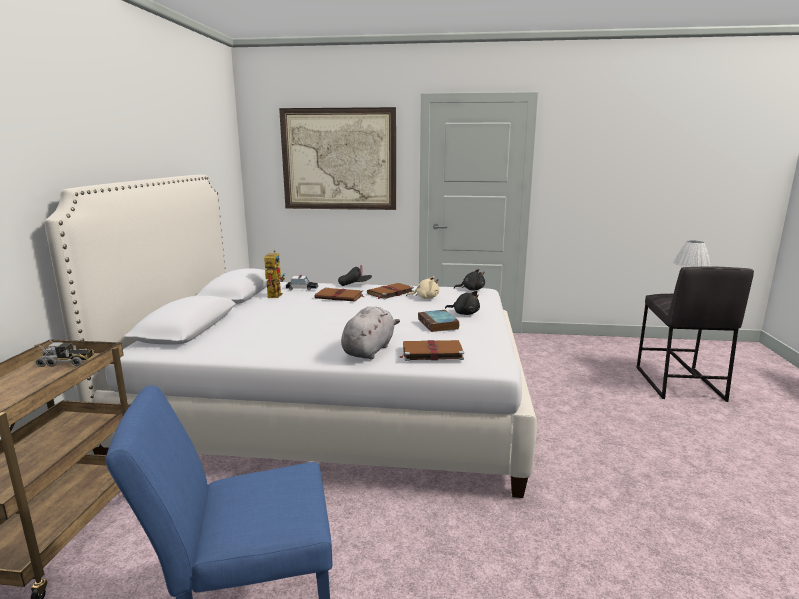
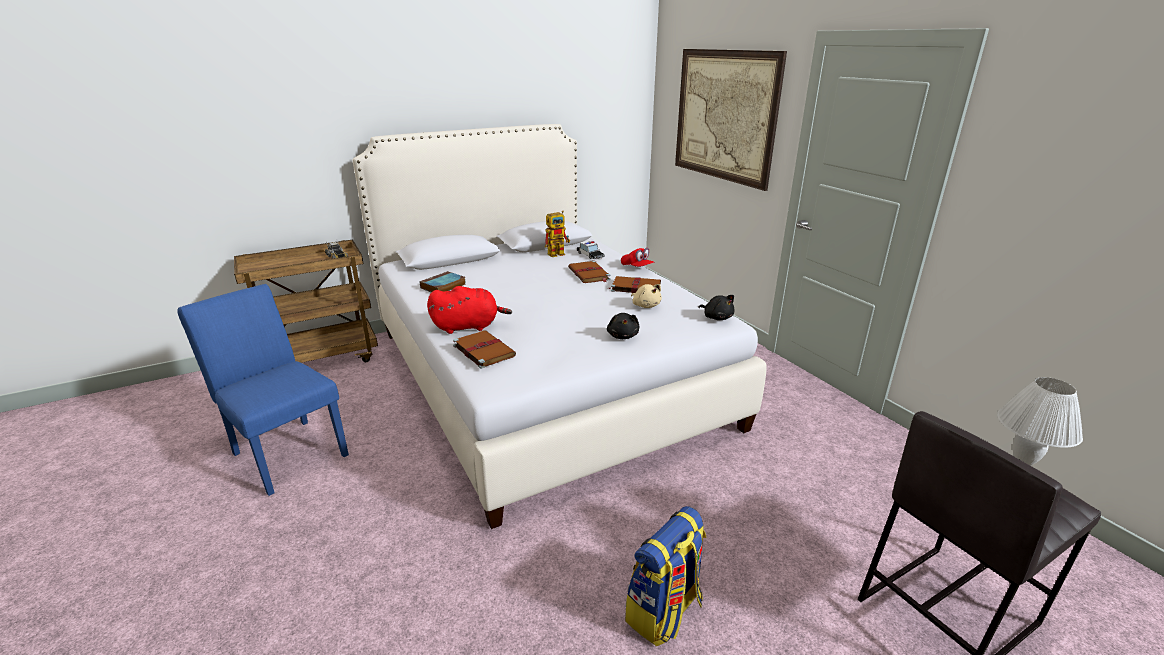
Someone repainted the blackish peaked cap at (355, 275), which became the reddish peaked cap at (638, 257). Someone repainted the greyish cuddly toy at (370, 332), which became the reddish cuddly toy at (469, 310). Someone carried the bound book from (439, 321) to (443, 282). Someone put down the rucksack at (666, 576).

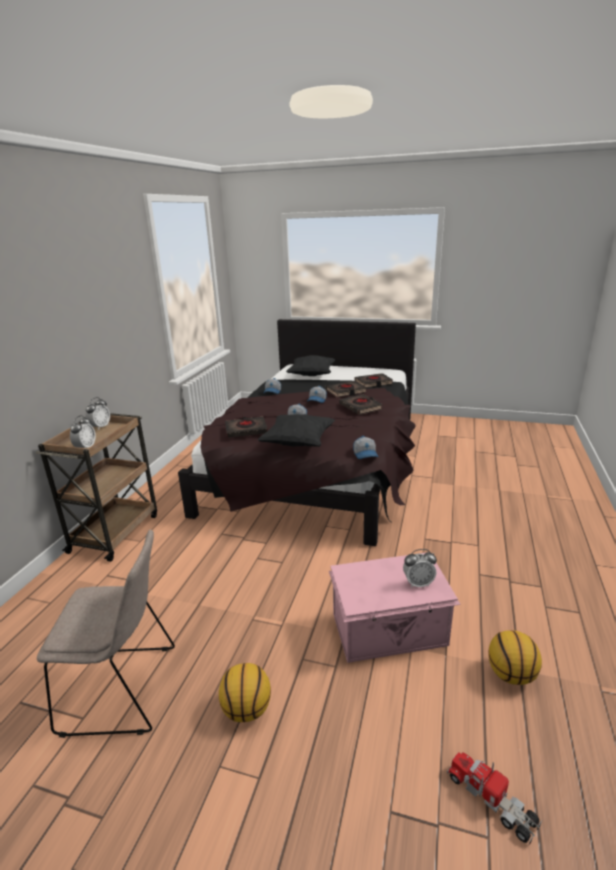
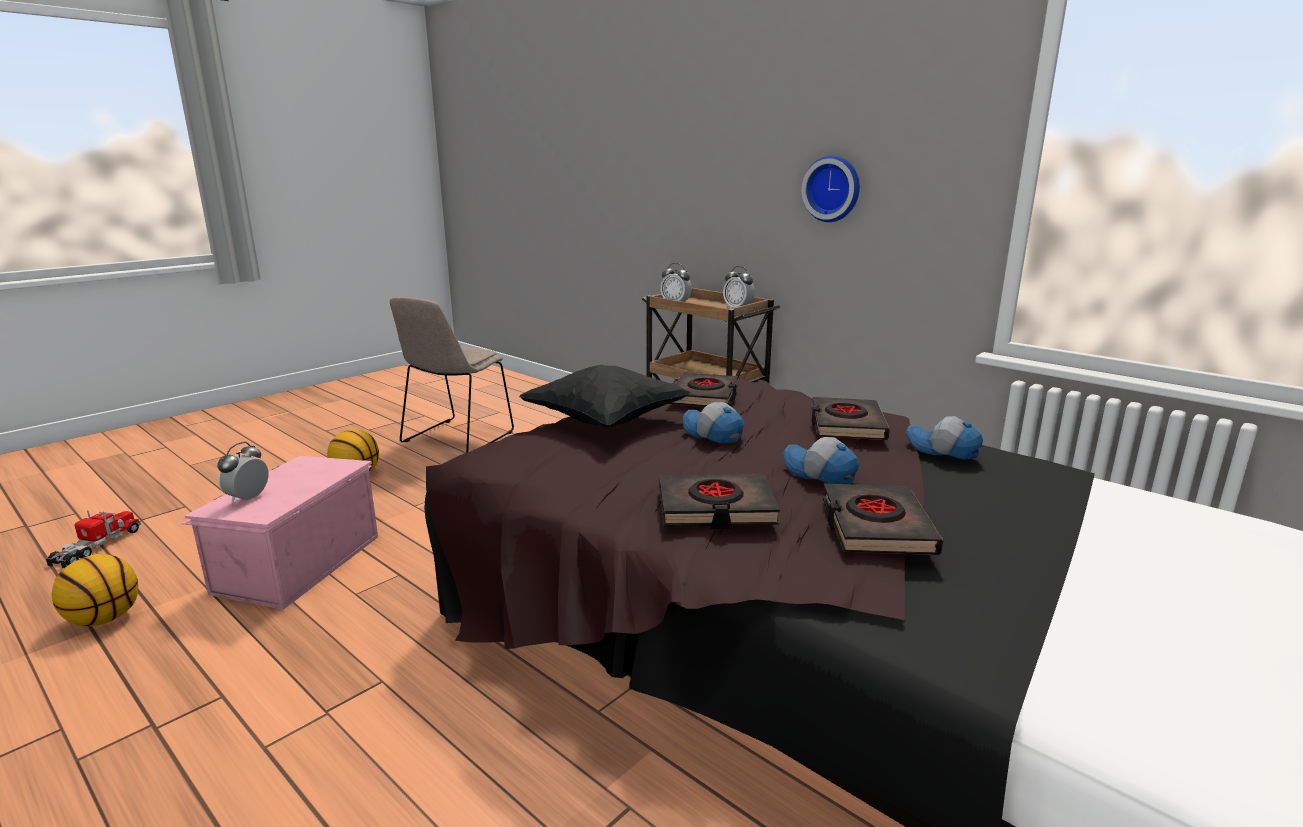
Someone took away the blackish cushion at (311, 365). Someone took away the peaked cap at (365, 447). Someone carried the blackish bound book from (374, 380) to (851, 418). Someone rotated the toy truck at (494, 799) by 60 degrees counterclockwise. Someone put up the wall clock at (831, 188).

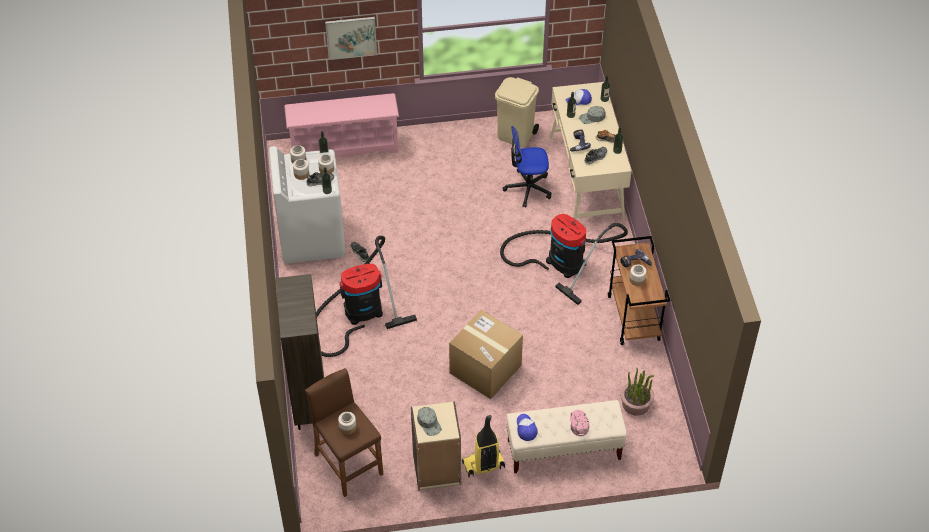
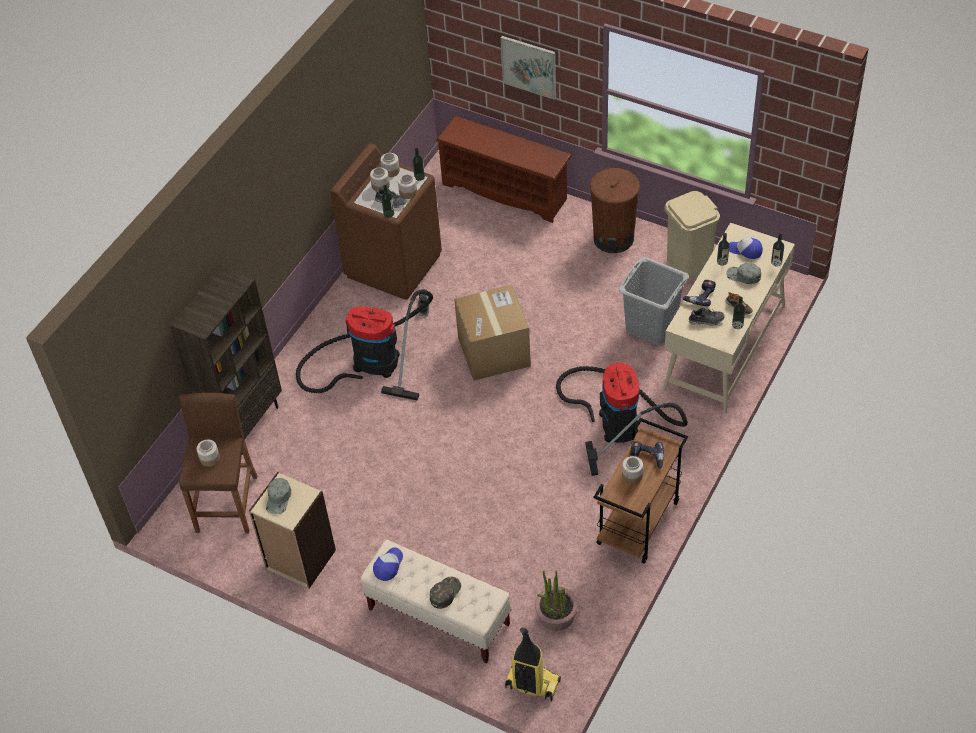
Someone repainted the white laundry machine at (307, 205), which became the brownish laundry machine at (386, 221). Someone repainted the pink shoe stand at (341, 125), which became the brownish shoe stand at (504, 169). Someone carried the cardboard box from (486, 354) to (492, 333). Someone carried the vacuum from (483, 446) to (533, 664). Someone swapped the office chair at (527, 166) for the greyish laundry basket at (653, 301). Someone repainted the pink peaked cap at (579, 423), which became the greenish peaked cap at (445, 593). Someone put down the brownish trash can at (615, 210).

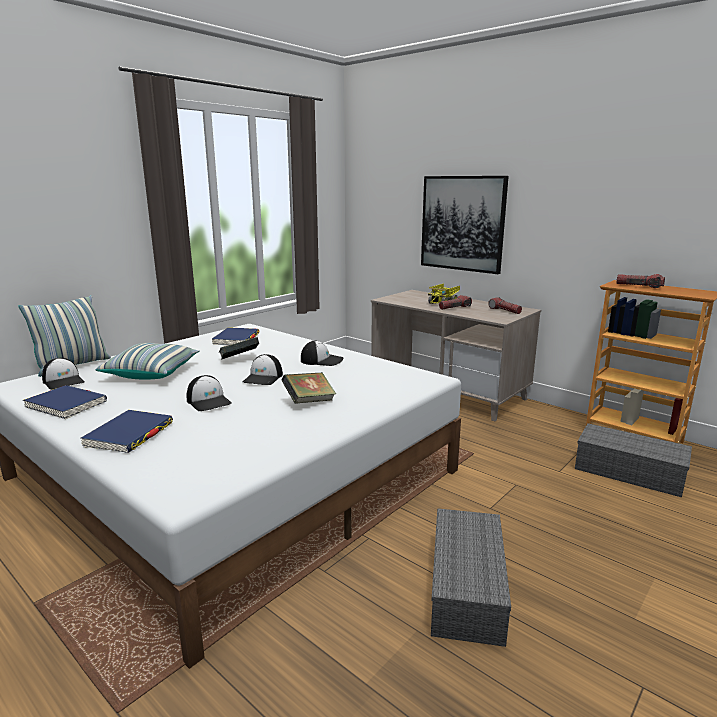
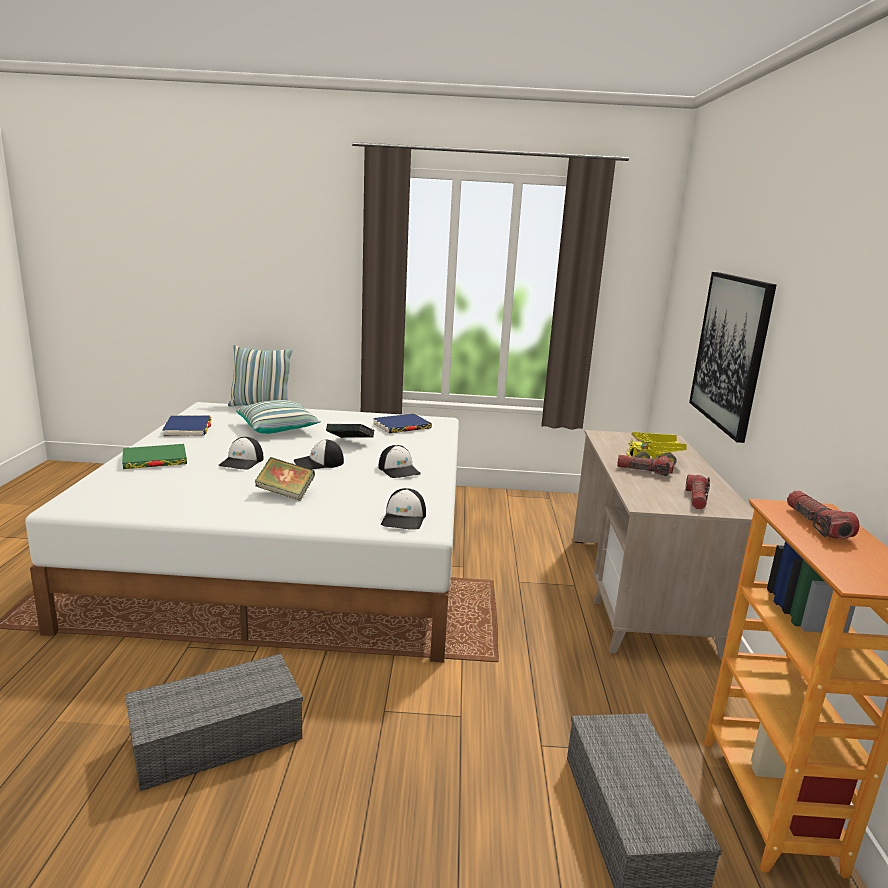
Someone carried the peaked cap from (63, 374) to (403, 509). Someone repainted the bluish bound book at (126, 431), which became the greenish bound book at (154, 456).

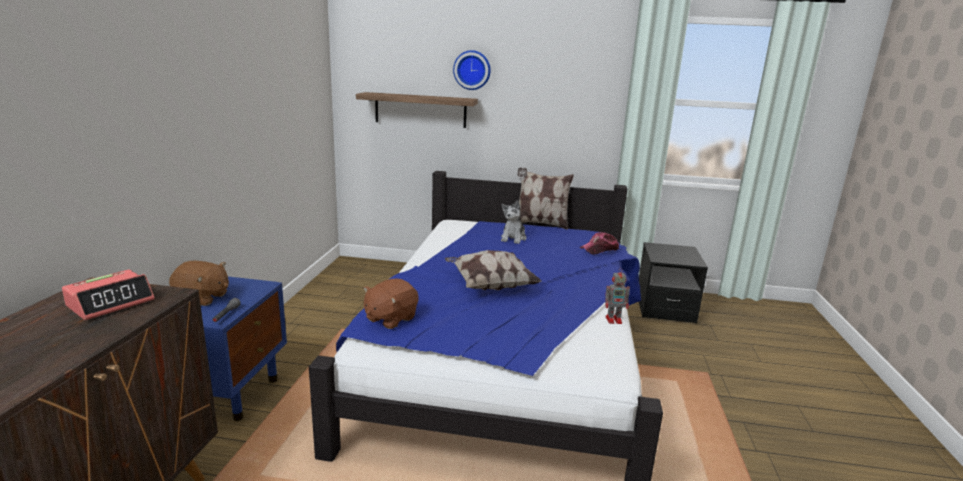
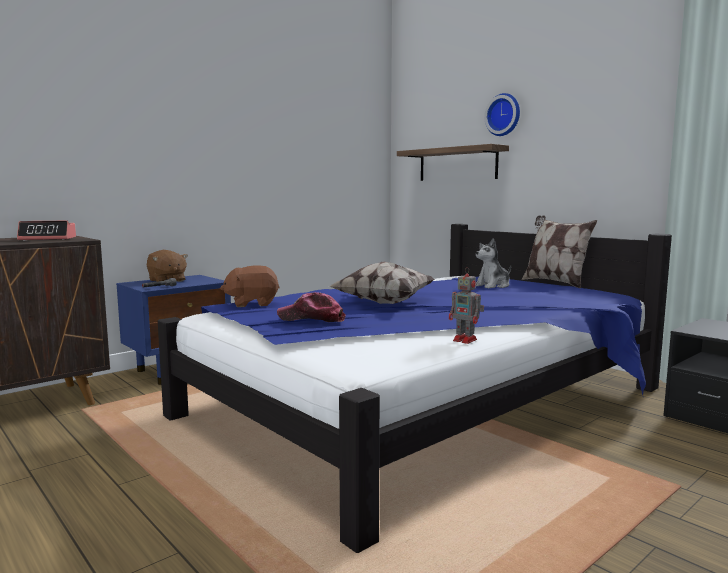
Someone carried the peaked cap from (599, 243) to (311, 307).

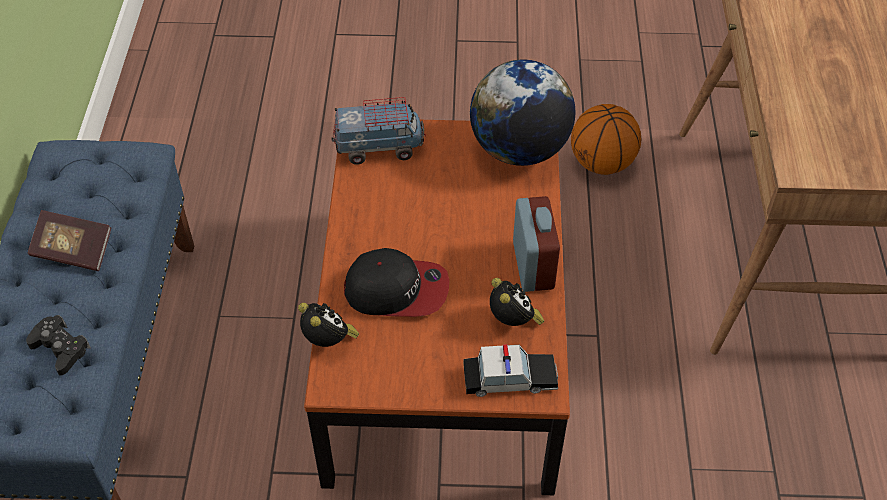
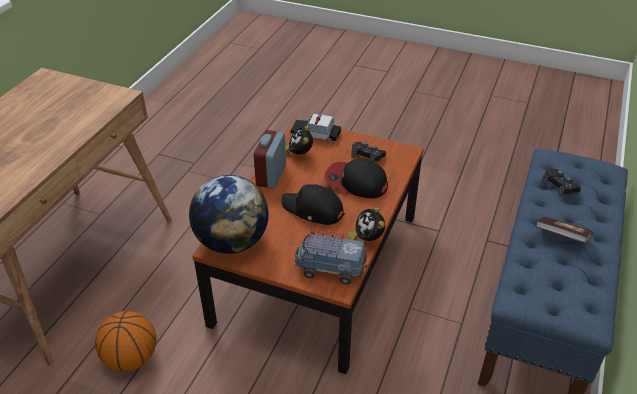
Someone carried the table clock from (328, 325) to (366, 224). Someone put down the blackish peaked cap at (313, 204). Someone put down the blackish game controller at (368, 152).

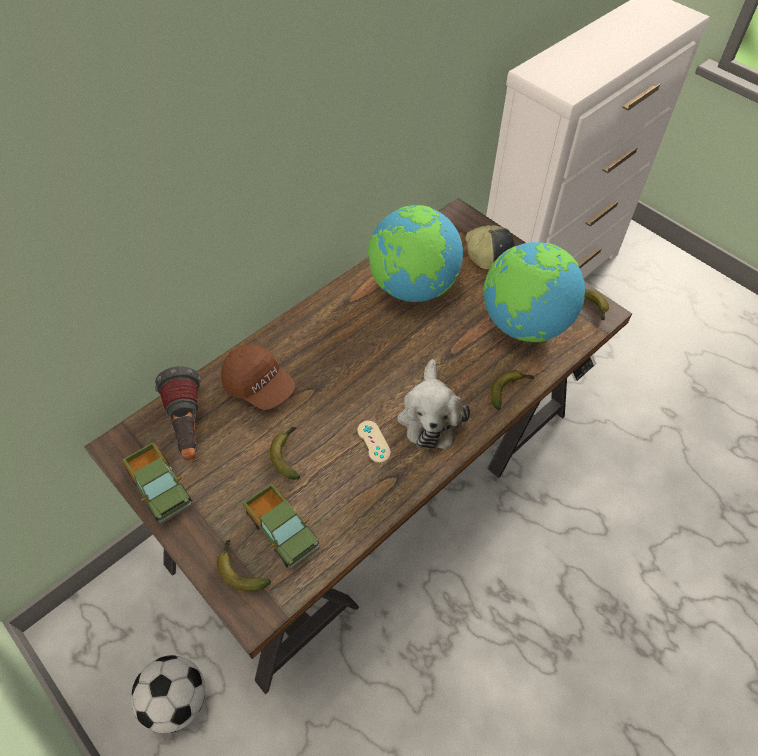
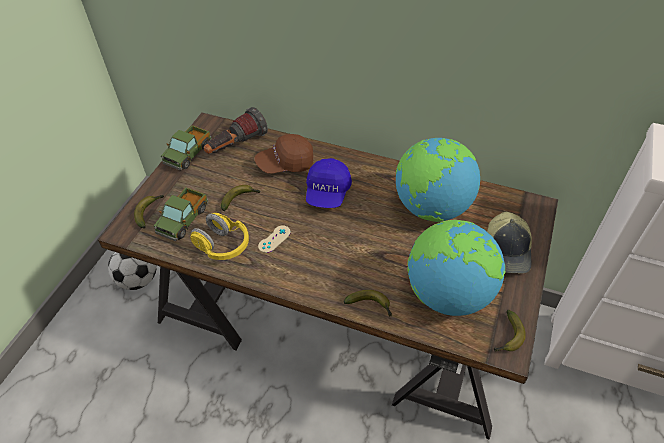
Someone rotated the brownish peaked cap at (258, 377) by 60 degrees clockwise. Someone took away the cuddly toy at (433, 404). Someone put down the yellowish headphones at (219, 236). Someone put down the bluish peaked cap at (329, 183).

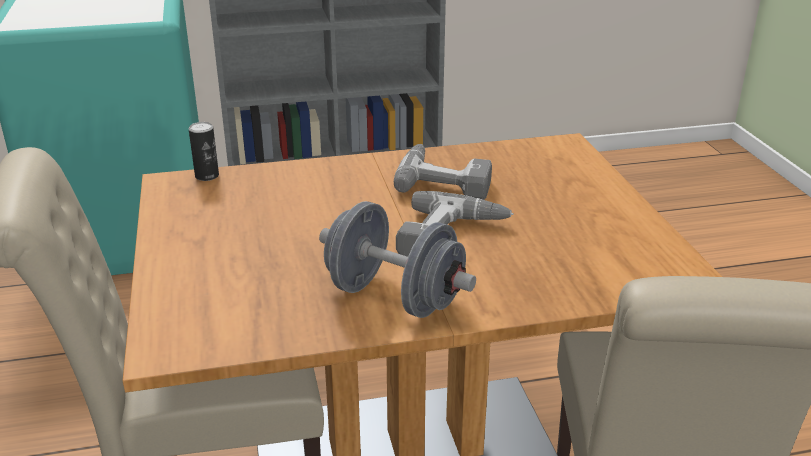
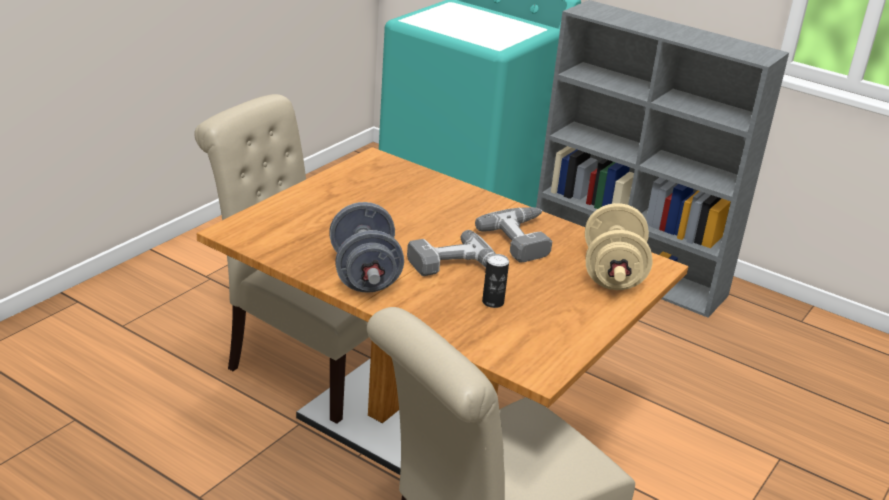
Someone carried the metal can from (204, 151) to (495, 281). Someone put down the sand-coloured dumbbell at (618, 246).

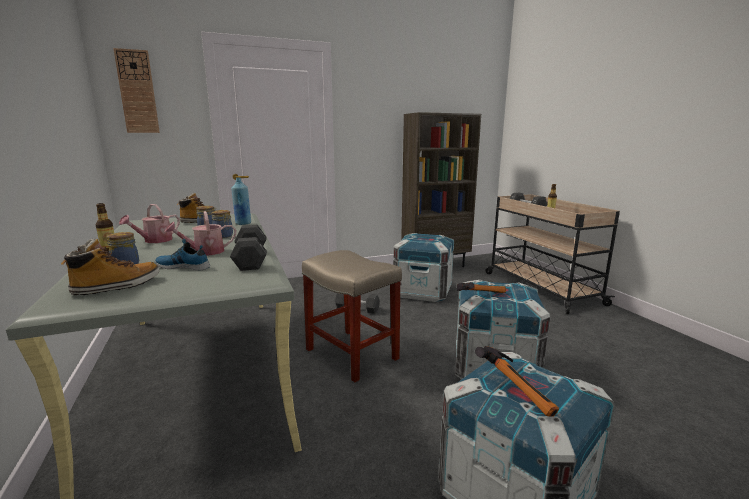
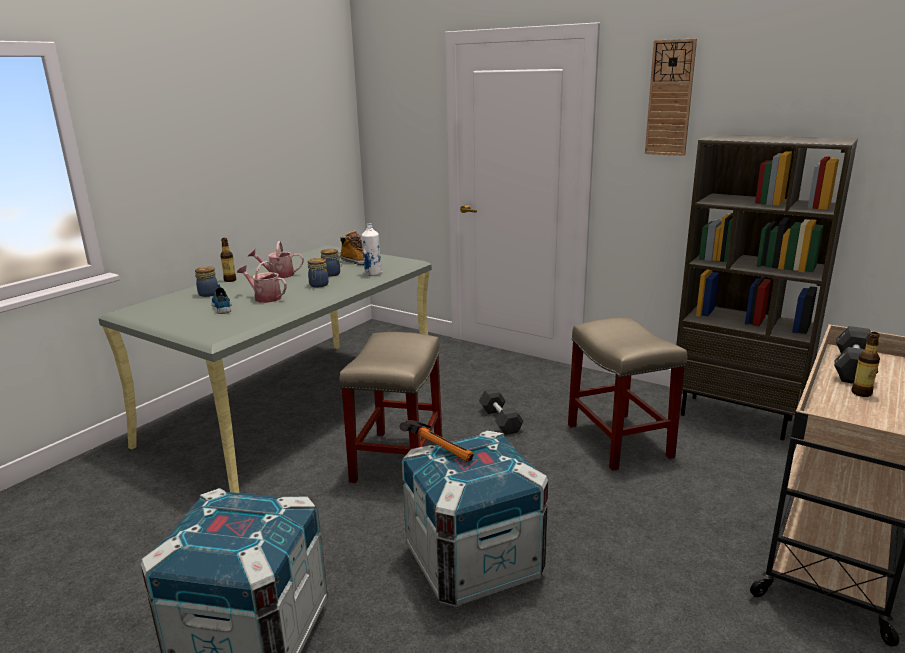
Someone took away the high-top boot at (110, 267). Someone carried the wall clock from (136, 90) to (671, 97). Someone took away the blackish dumbbell at (248, 248). Someone repainted the bluish beverage bottle at (241, 201), which became the white beverage bottle at (372, 249). Someone swapped the packing crate at (423, 267) for the sand-coloured sitting stool at (627, 394). Someone took away the tool hammer at (517, 381).

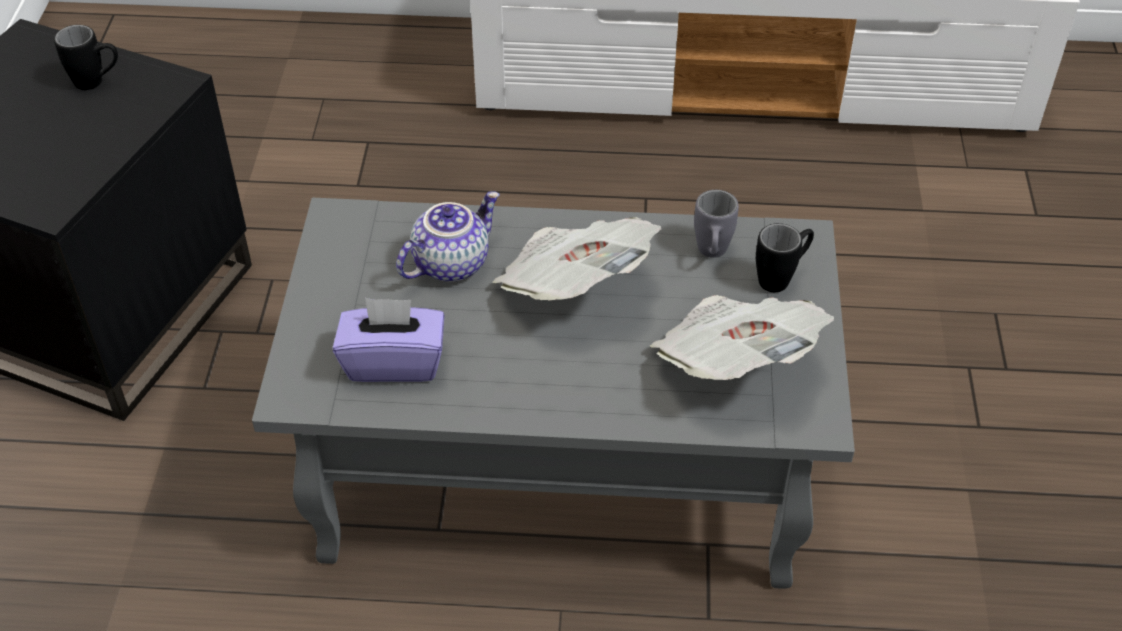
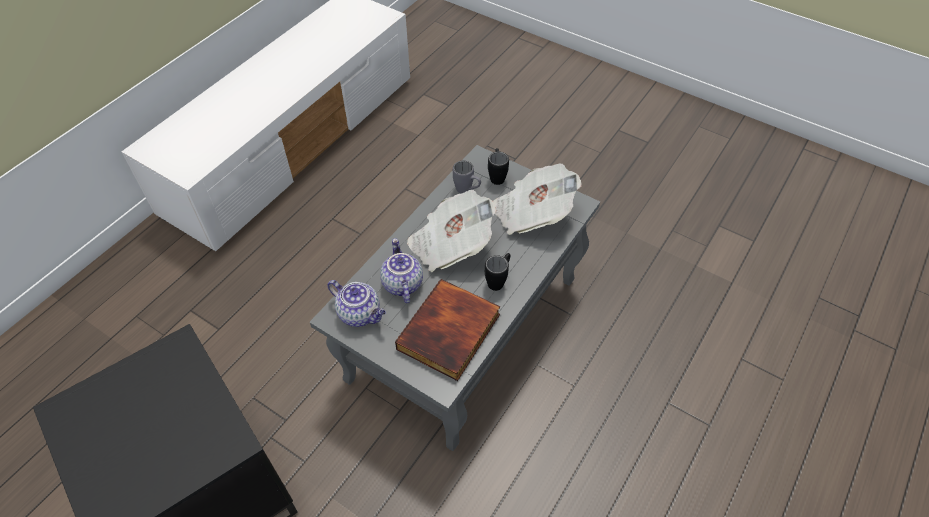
Someone carried the blackish mug from (86, 57) to (497, 272). Someone swapped the purplish box of tissues at (389, 340) for the bound book at (447, 330). Someone put down the tea pot at (356, 303).

